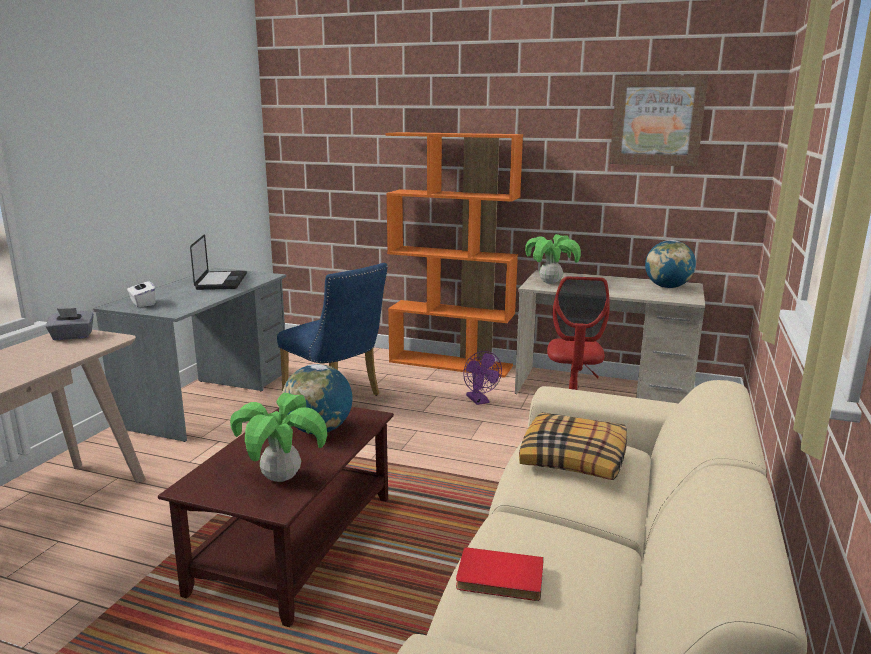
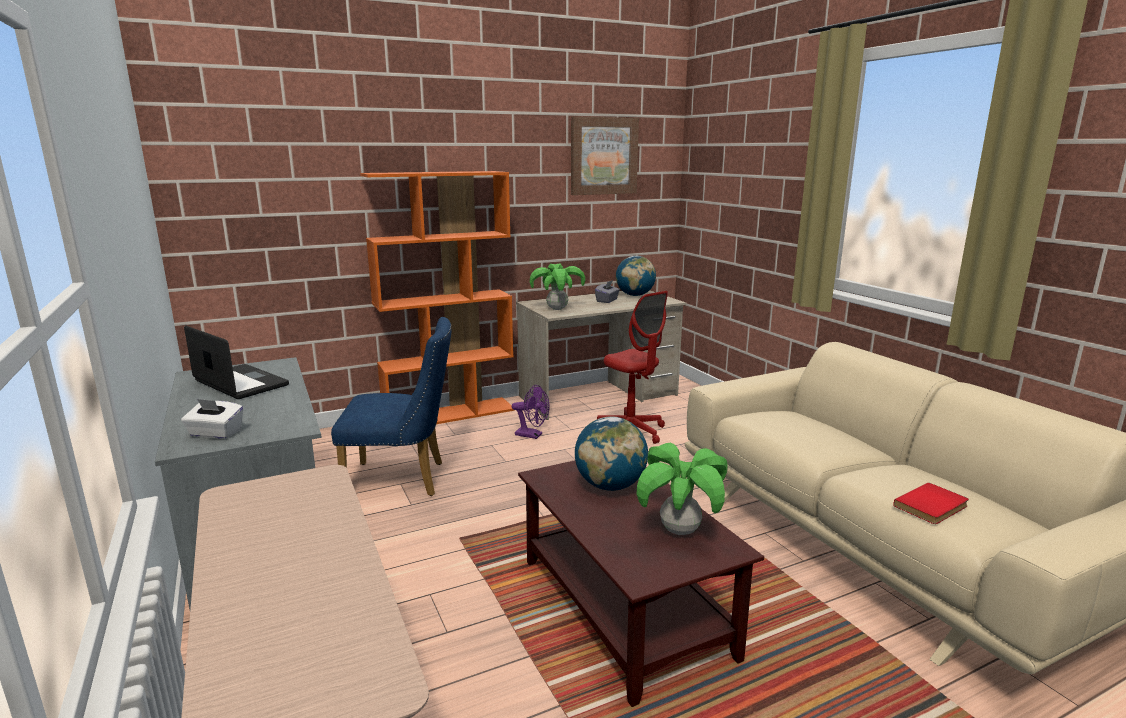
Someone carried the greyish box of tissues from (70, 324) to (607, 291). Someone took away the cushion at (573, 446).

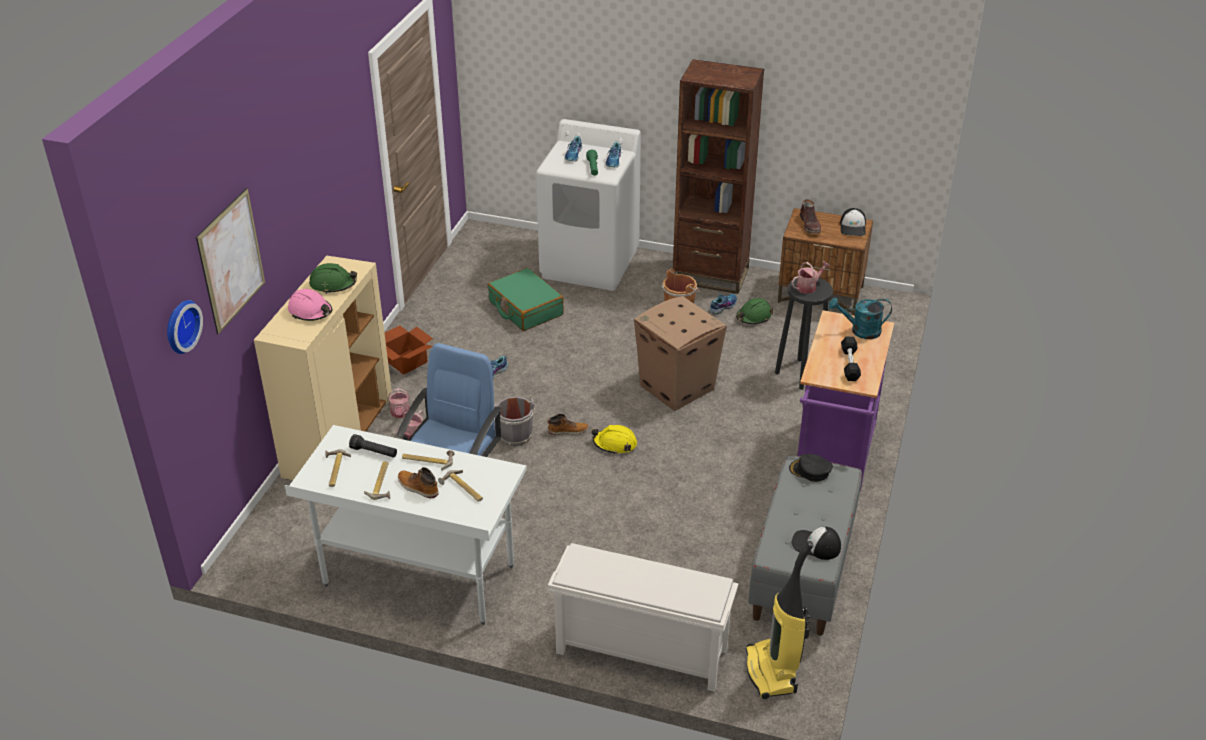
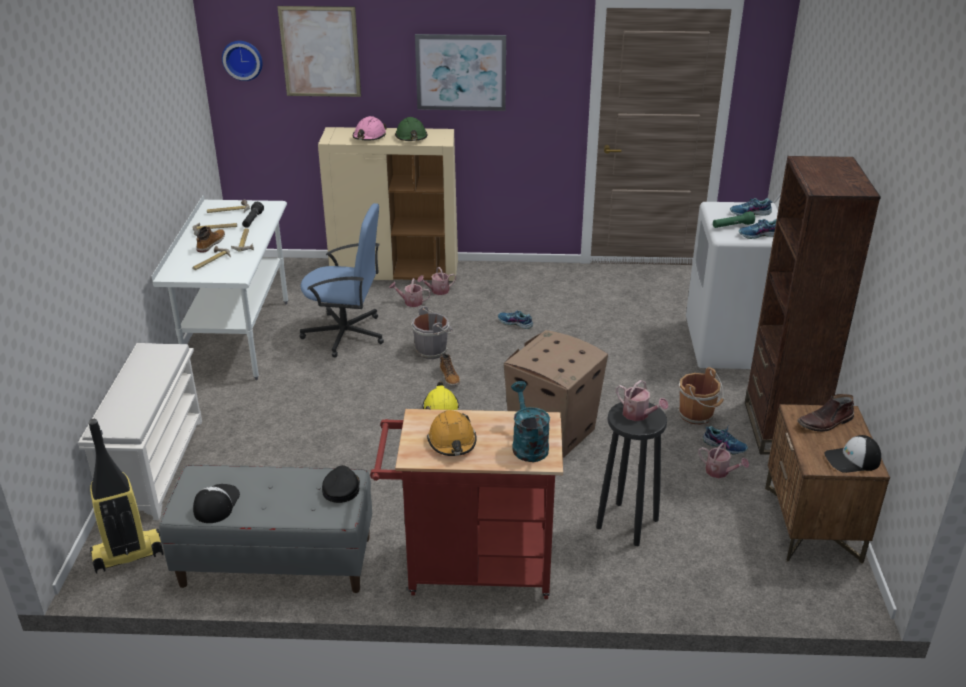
Someone took away the cardboard box at (409, 350). Someone took away the greenish suitcase at (526, 299). Someone swapped the greenish safety helmet at (754, 311) for the sprinkling can at (723, 460). Someone repainted the purplish wheeled cart at (845, 400), which became the reddish wheeled cart at (466, 504). Someone swapped the blackish dumbbell at (851, 358) for the orange safety helmet at (452, 433). Someone put up the wall picture at (460, 72).

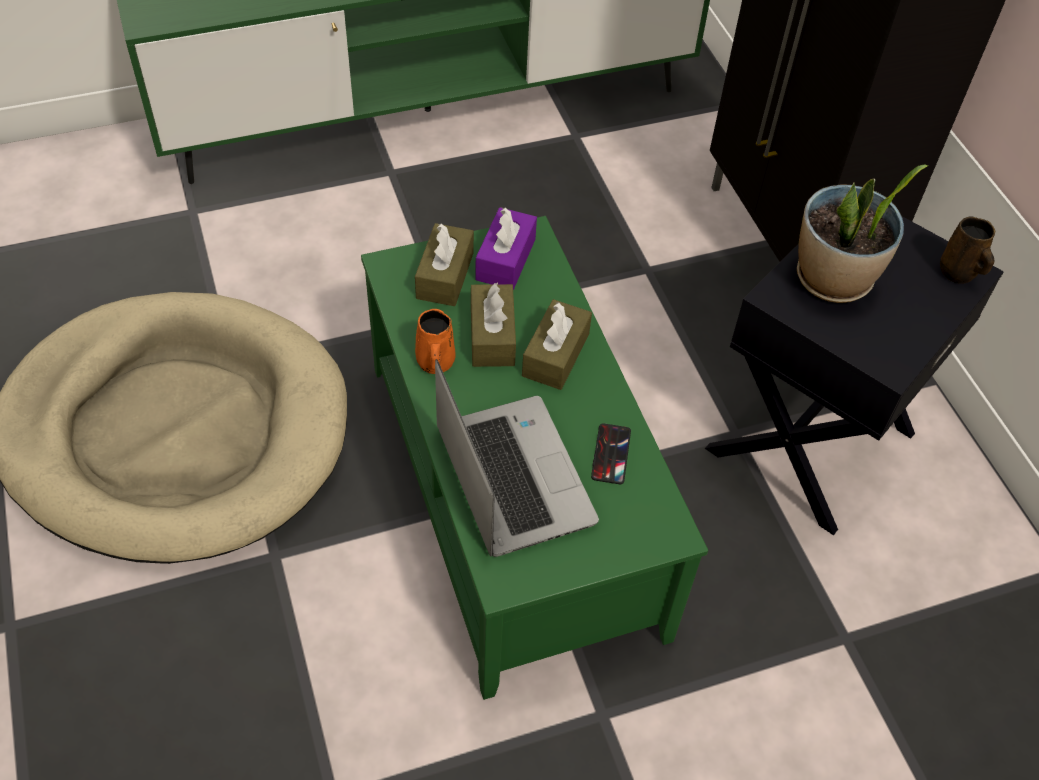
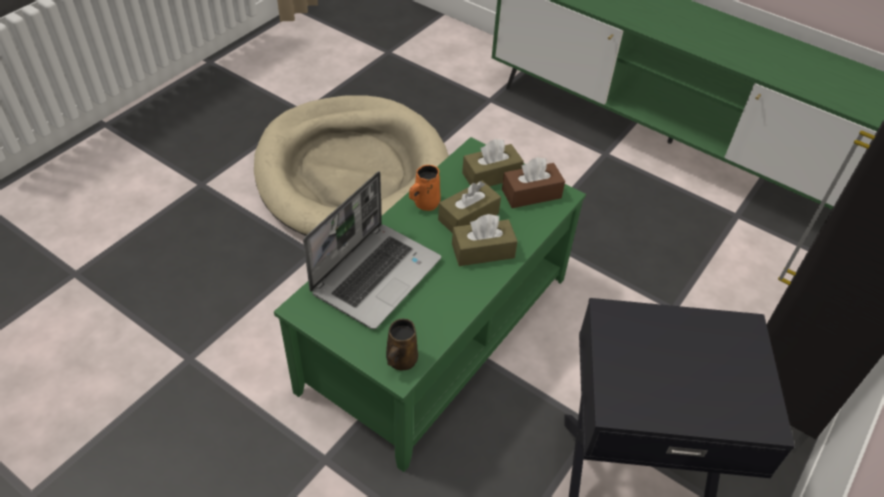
Someone repainted the purplish box of tissues at (506, 248), which became the brownish box of tissues at (533, 182). Someone took away the handset at (611, 453). Someone took away the houseplant at (862, 233). Someone carried the brownish mug from (967, 250) to (402, 344).

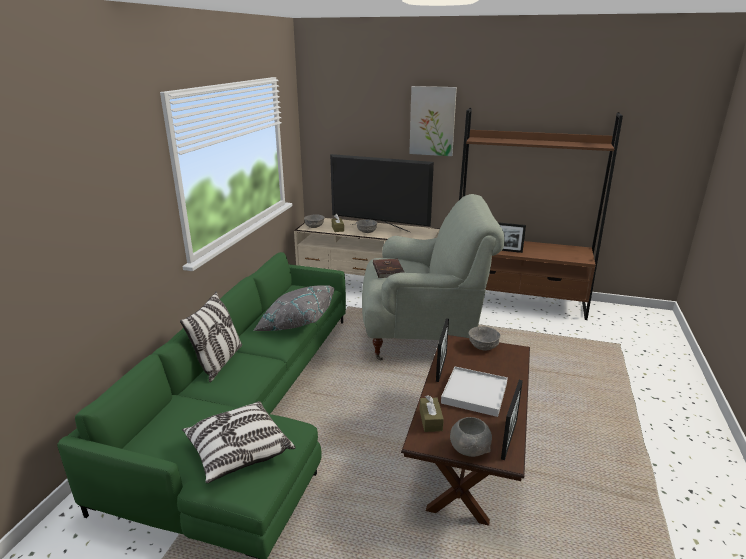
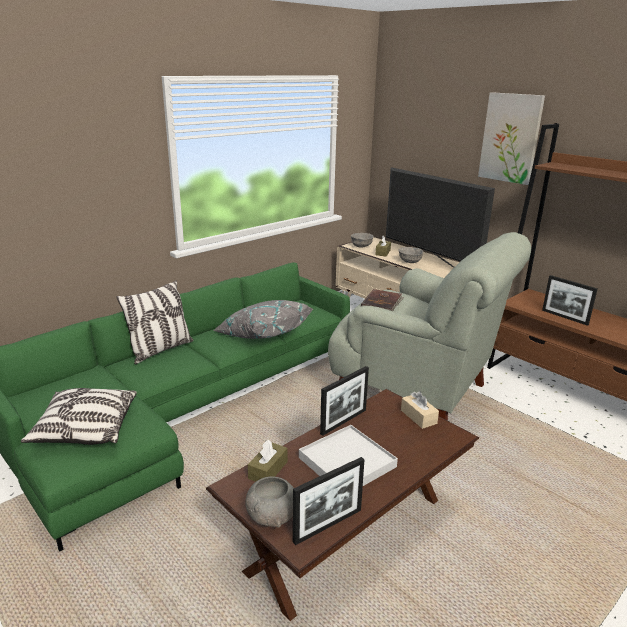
Someone swapped the greyish bowl at (484, 338) for the sand-coloured box of tissues at (420, 410).

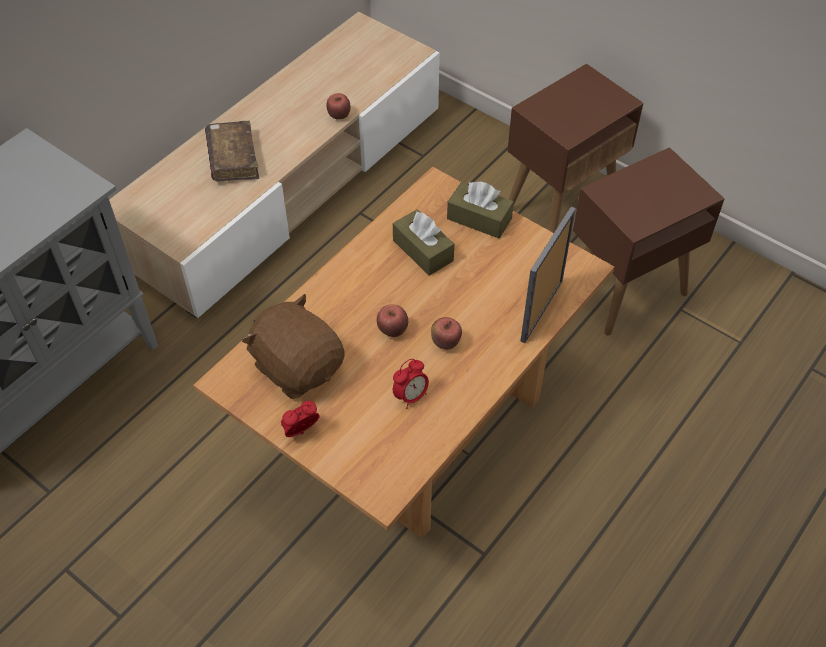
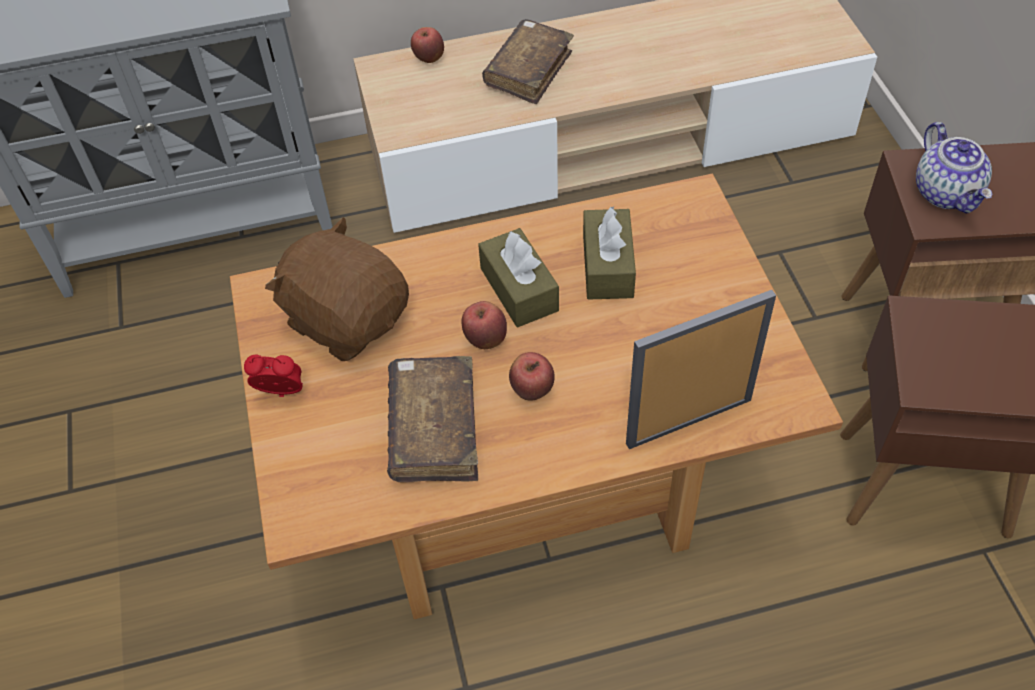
Someone rotated the brownish cuddly toy at (293, 346) by 45 degrees counterclockwise. Someone carried the apple fruit from (338, 106) to (427, 45). Someone swapped the table clock at (411, 384) for the brownish bound book at (432, 419). Someone carried the brownish box of tissues from (480, 209) to (518, 277). Someone put down the tea pot at (954, 168).

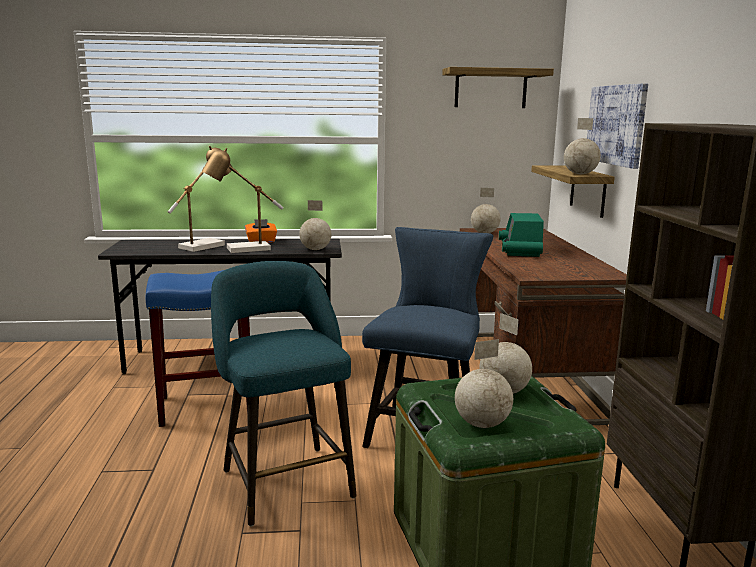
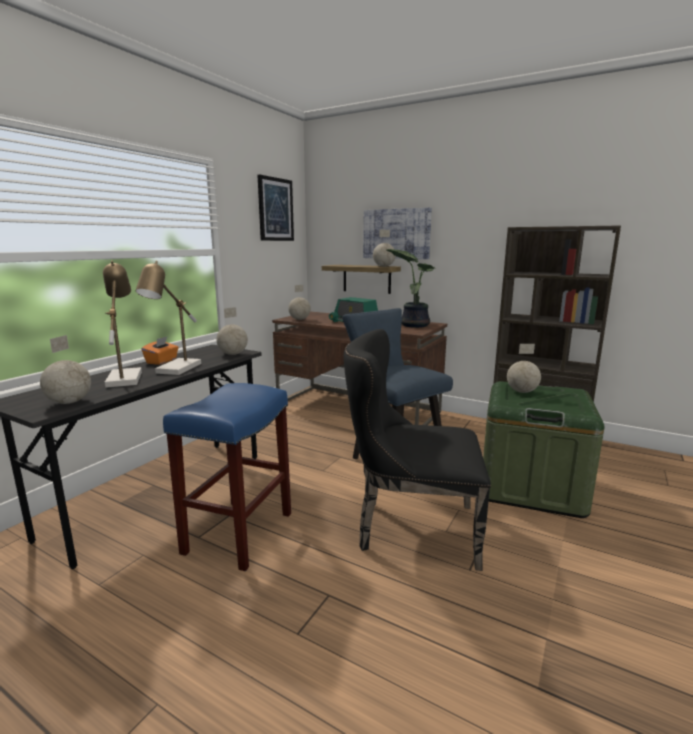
Someone swapped the blue-green sitting stool at (284, 393) for the blackish upright chair at (417, 450). Someone swapped the shelf at (498, 87) for the wall picture at (275, 207). Someone carried the world globe from (484, 383) to (65, 369). Someone put down the houseplant at (410, 288).

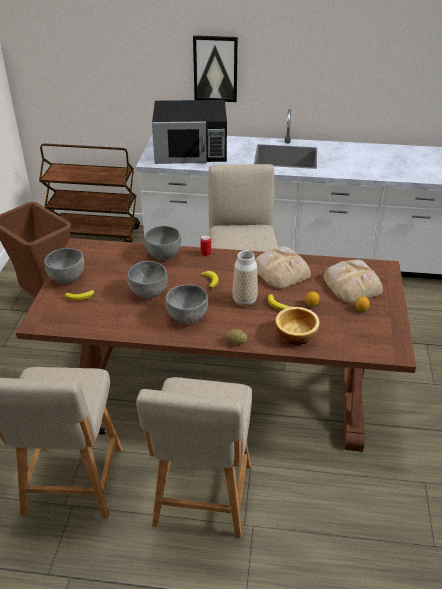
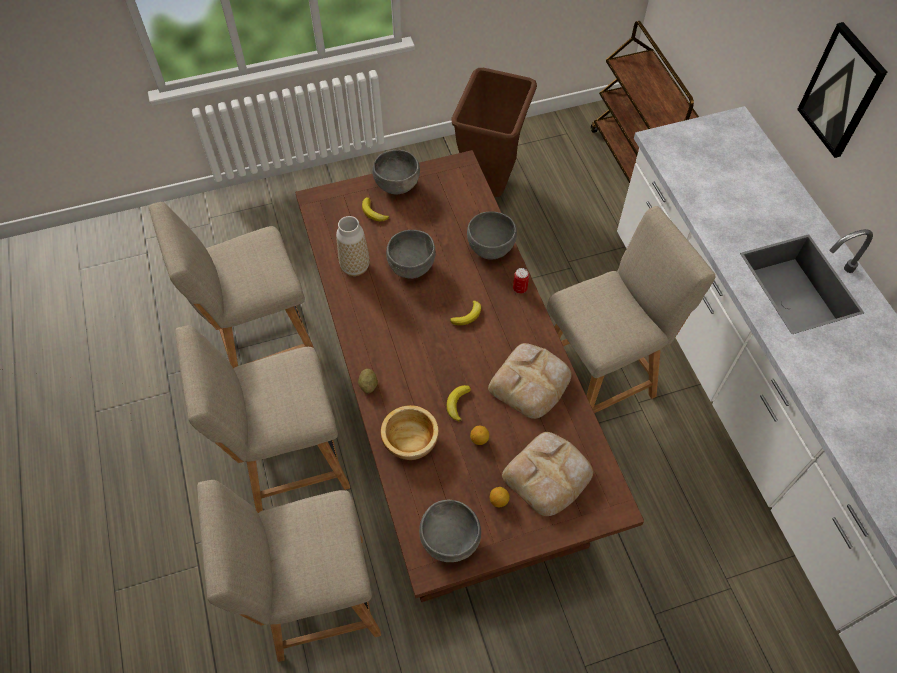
Someone took away the blackish microwave at (189, 132). Someone carried the greyish bowl from (186, 304) to (450, 531). Someone carried the vase from (245, 278) to (353, 246). Someone put down the sand-coloured upright chair at (289, 571).

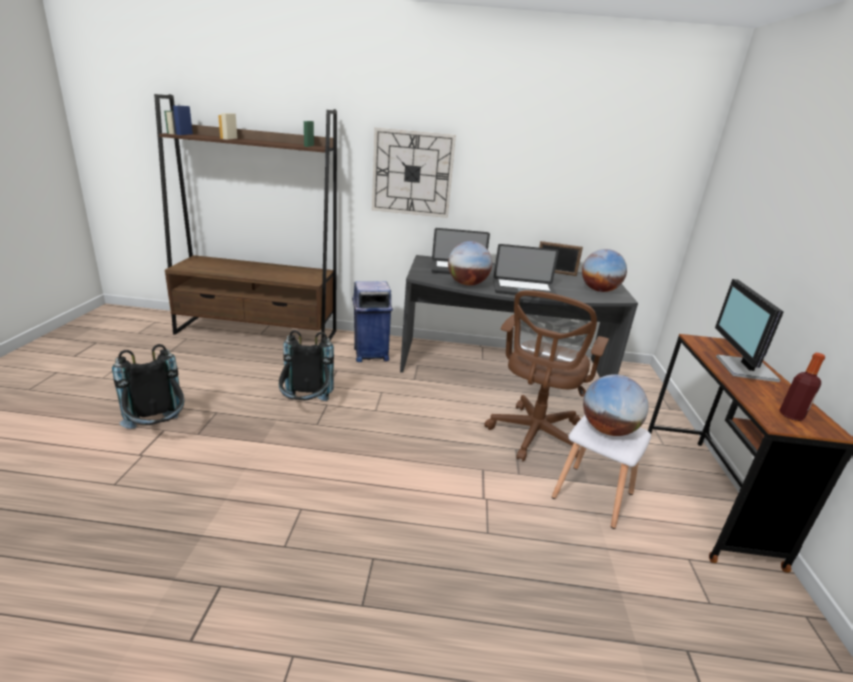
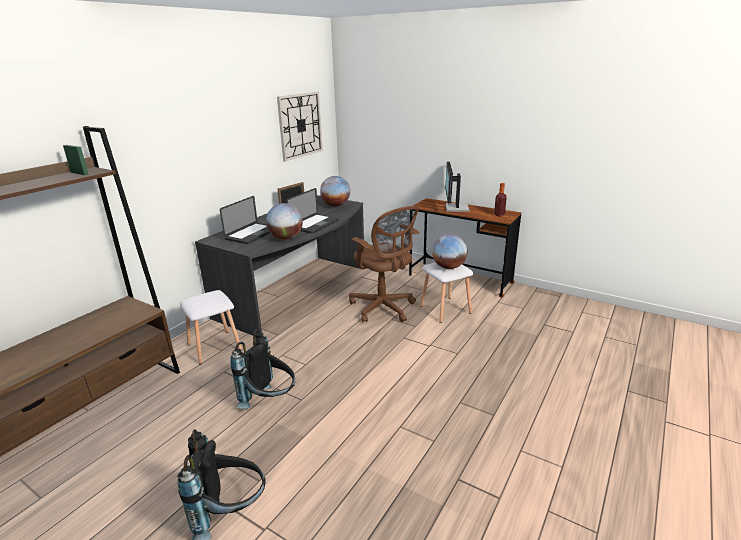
Someone swapped the bluish trash can at (372, 321) for the white sitting stool at (211, 327). Someone carried the wall clock from (414, 173) to (300, 126). Someone rotated the computer display at (749, 330) by 60 degrees clockwise.

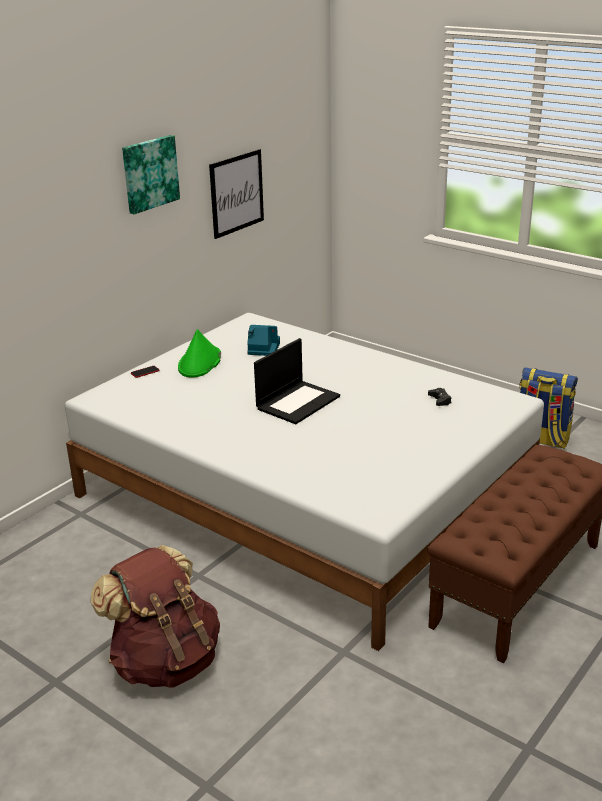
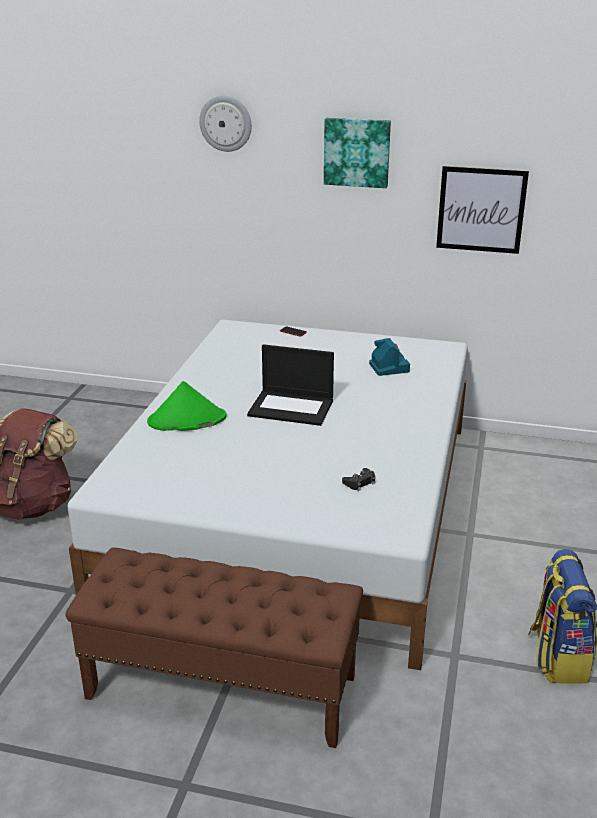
Someone carried the greenish hat from (199, 353) to (187, 406). Someone put up the wall clock at (225, 123).

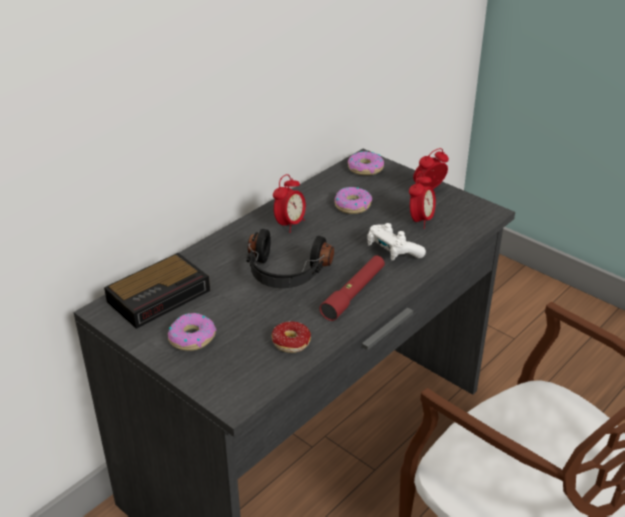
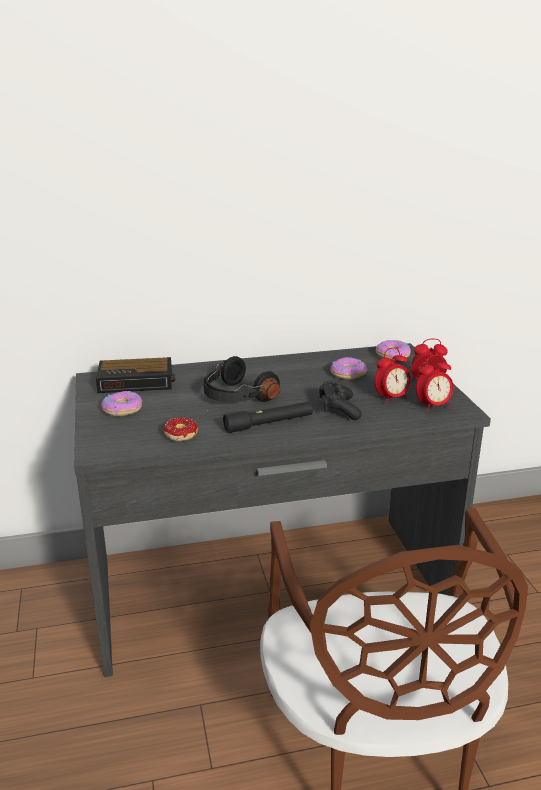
Someone carried the table clock from (289, 203) to (434, 383). Someone repainted the reddish torch at (352, 288), which became the blackish torch at (268, 417). Someone repainted the white game controller at (396, 241), which became the blackish game controller at (340, 400).

